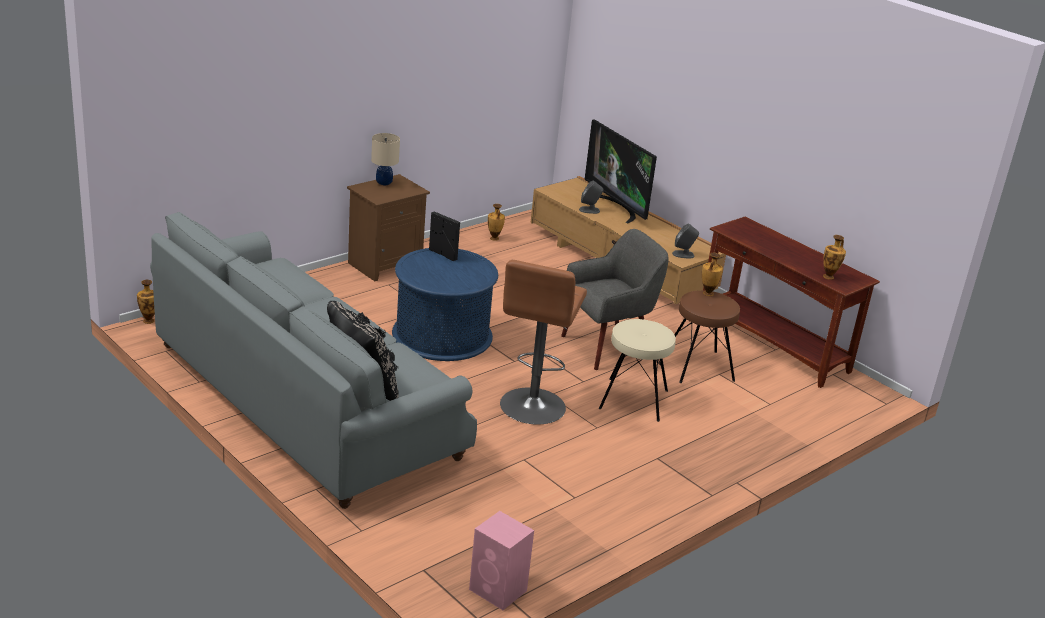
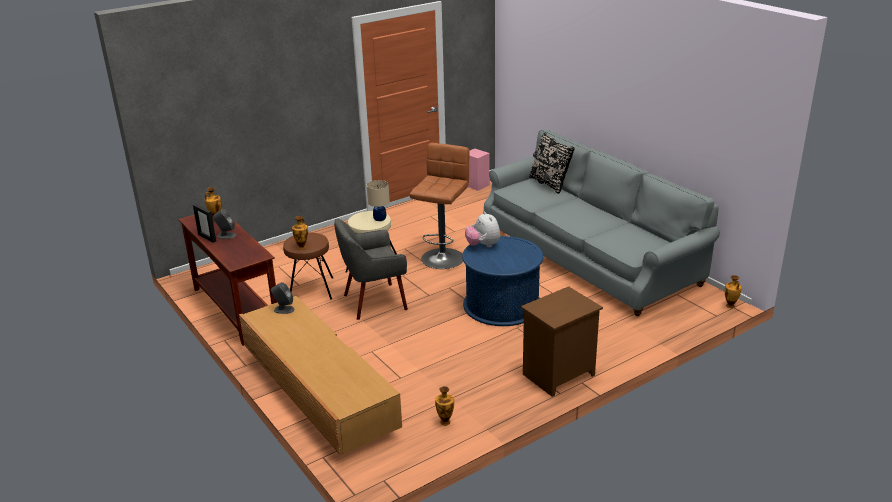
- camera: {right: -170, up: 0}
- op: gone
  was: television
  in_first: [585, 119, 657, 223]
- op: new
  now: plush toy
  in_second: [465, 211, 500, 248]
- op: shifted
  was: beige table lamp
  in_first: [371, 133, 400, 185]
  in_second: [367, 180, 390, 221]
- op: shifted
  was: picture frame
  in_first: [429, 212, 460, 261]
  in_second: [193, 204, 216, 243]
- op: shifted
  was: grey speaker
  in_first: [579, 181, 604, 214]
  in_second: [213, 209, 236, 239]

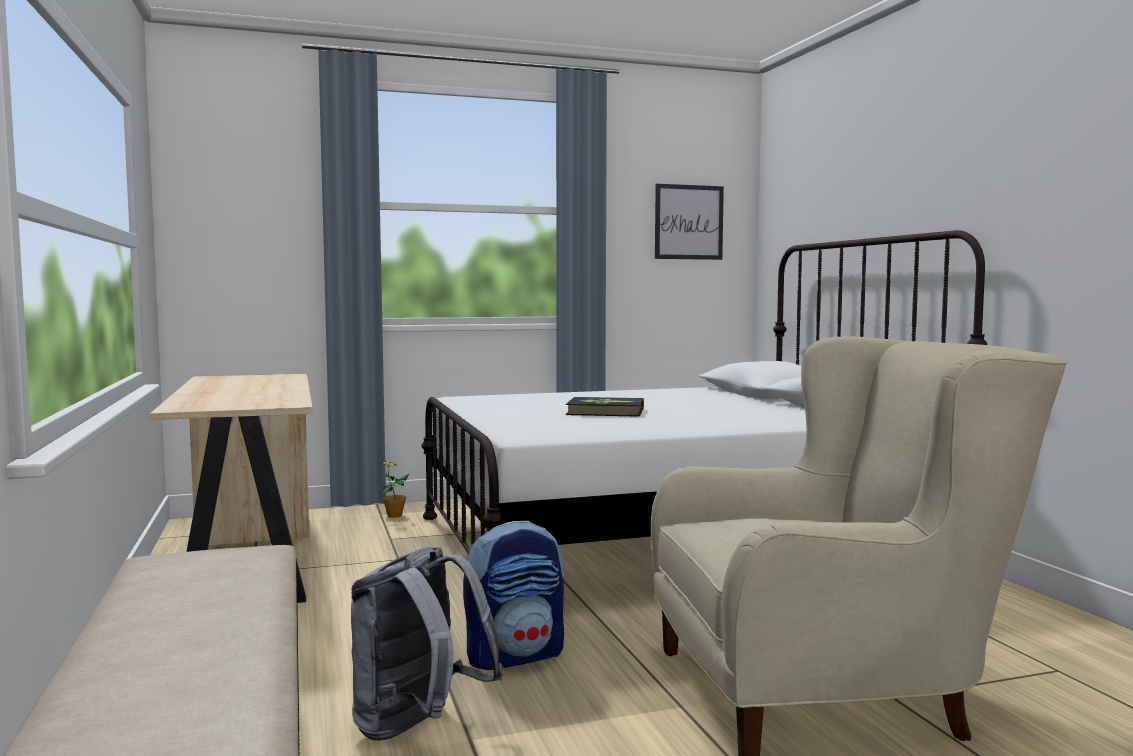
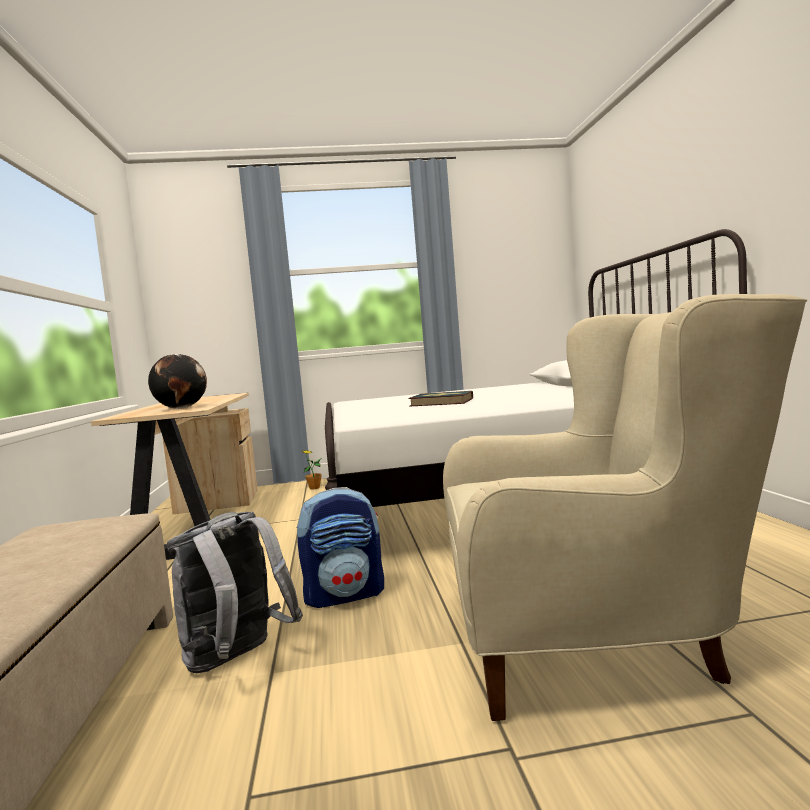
- camera: {right: 10, up: 0}
- op: gone
  was: picture
  in_first: [655, 184, 724, 260]
- op: new
  now: globe
  in_second: [148, 354, 207, 409]

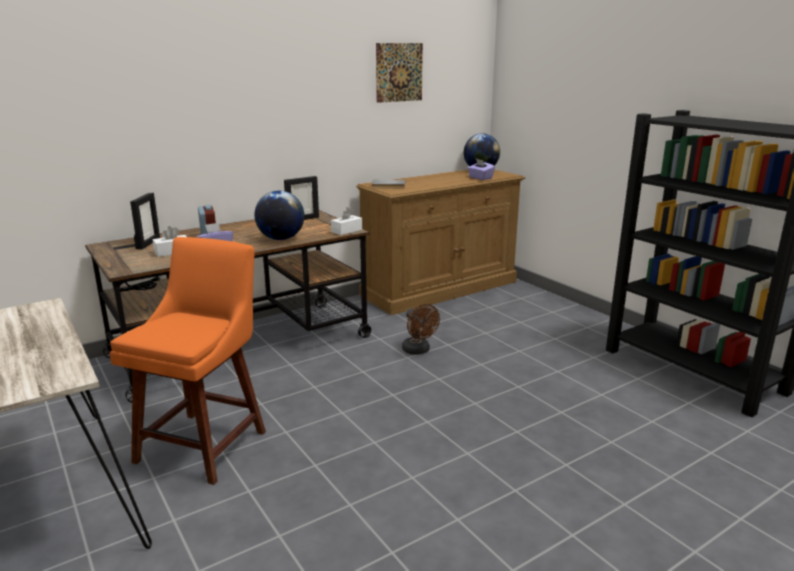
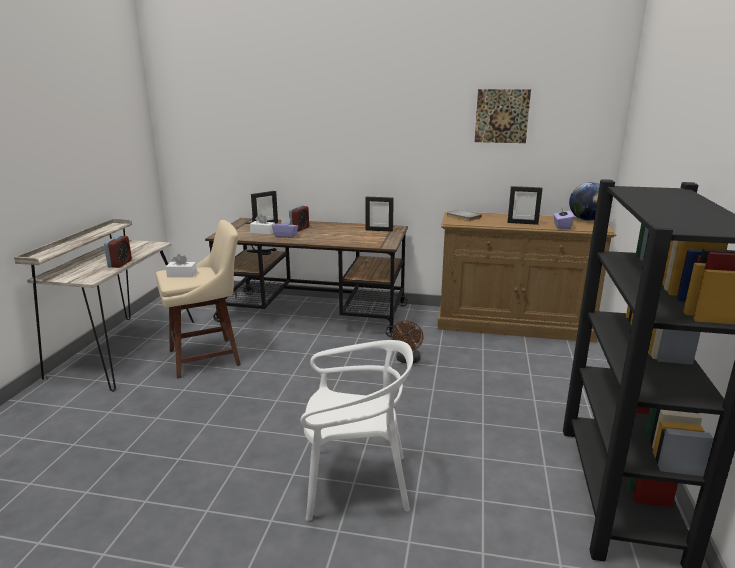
- camera: {right: 45, up: 0}
- op: gone
  was: globe
  in_first: [255, 190, 304, 240]
- op: new
  now: alarm clock
  in_second: [104, 236, 132, 268]
- op: new
  now: white chair
  in_second: [300, 340, 413, 521]
- op: new
  now: picture frame
  in_second: [508, 186, 542, 225]
- op: shifted
  was: white tissue box
  in_first: [331, 207, 362, 235]
  in_second: [166, 254, 197, 277]
- op: repainted
  was: orange stool
  now: beige stool
  in_first: [110, 237, 266, 485]
  in_second: [156, 220, 241, 379]

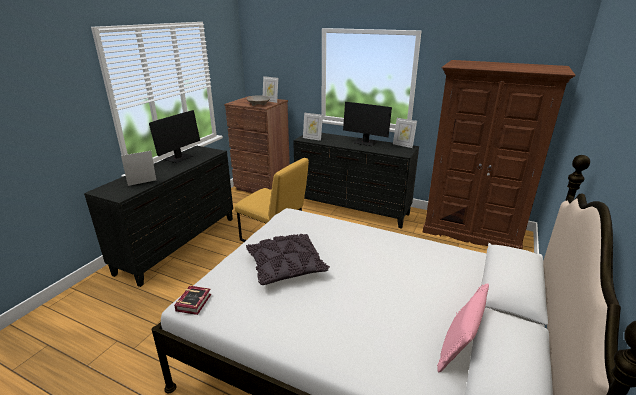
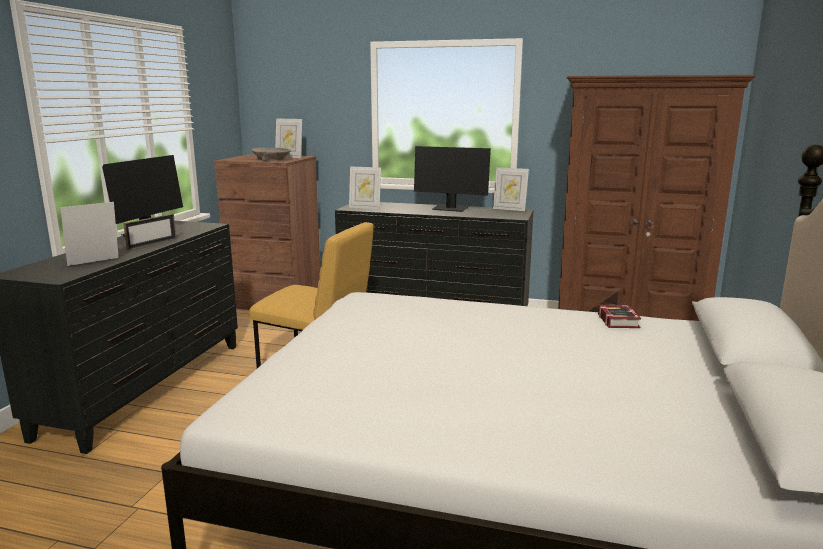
- camera: {right: -10, up: -10}
- op: gone
  was: black pillow
  in_first: [246, 234, 330, 285]
- op: gone
  was: pink pillow
  in_first: [437, 283, 489, 372]
- op: new
  now: picture frame
  in_second: [123, 214, 176, 250]
- op: shifted
  was: book
  in_first: [174, 286, 211, 315]
  in_second: [598, 305, 641, 328]

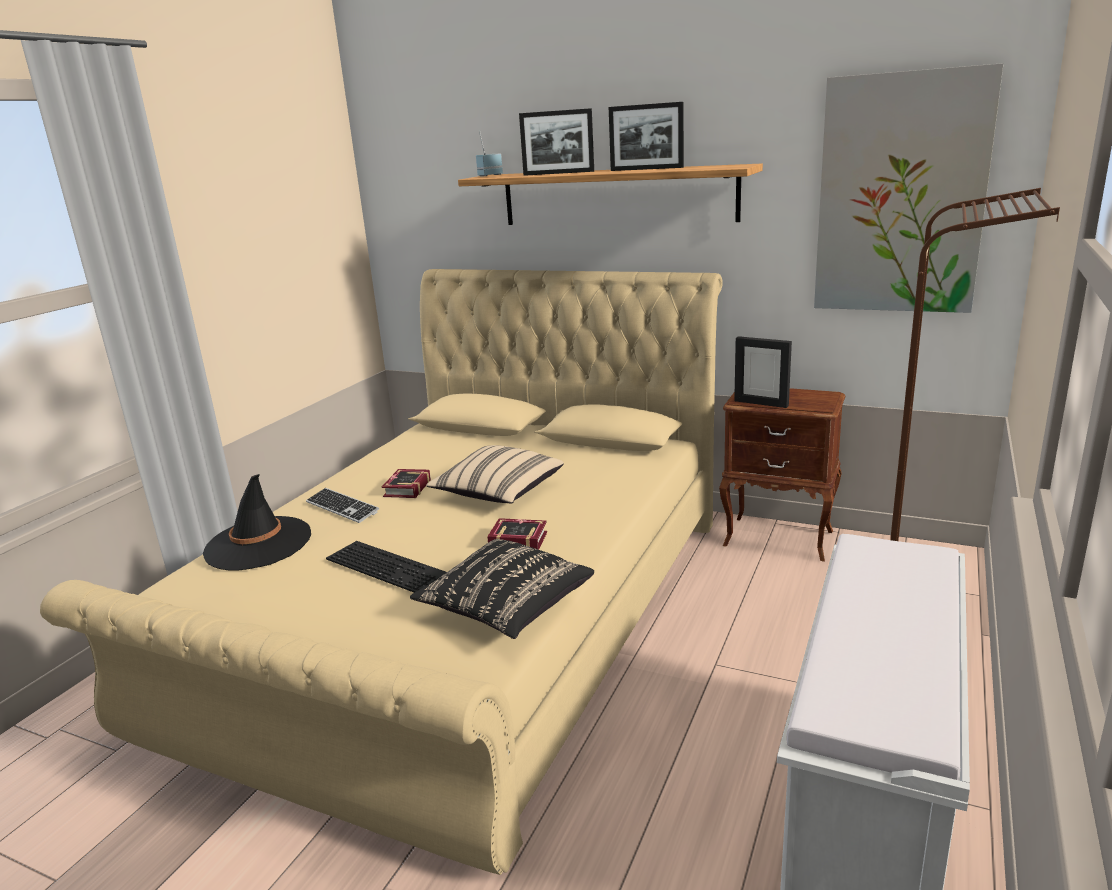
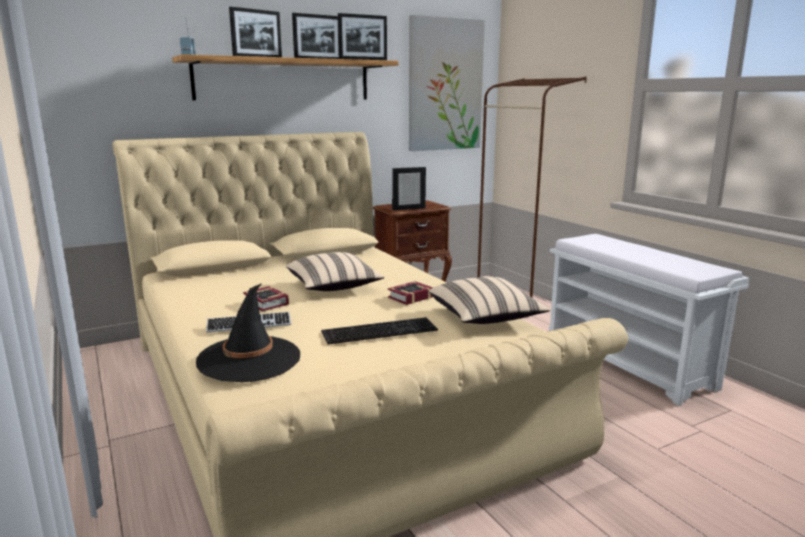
- camera: {right: -55, up: -5}
- op: new
  now: picture frame
  in_second: [338, 13, 387, 60]
- op: repainted
  was: black pillow
  now: beige pillow
  in_first: [410, 539, 594, 639]
  in_second: [429, 277, 550, 324]

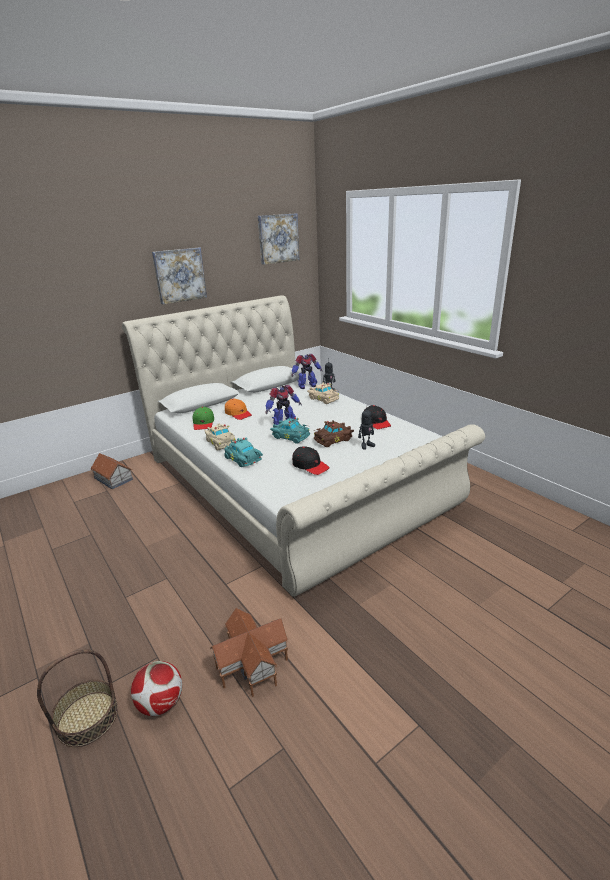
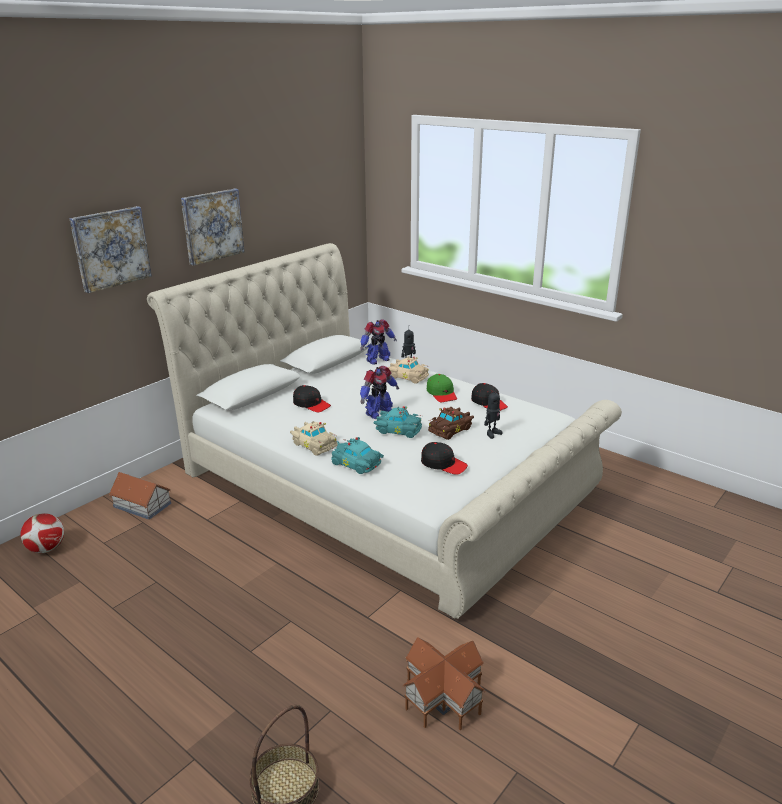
- camera: {right: -15, up: 0}
- op: shifted
  was: football
  in_first: [131, 661, 182, 716]
  in_second: [21, 513, 64, 553]
- op: shifted
  was: green cap
  in_first: [193, 407, 214, 430]
  in_second: [427, 374, 457, 402]
- op: shifted
  was: picture
  in_first: [258, 213, 299, 265]
  in_second: [69, 206, 152, 293]
- op: repainted
  was: orange cap
  now: black cap
  in_first: [225, 399, 252, 420]
  in_second: [293, 385, 331, 412]

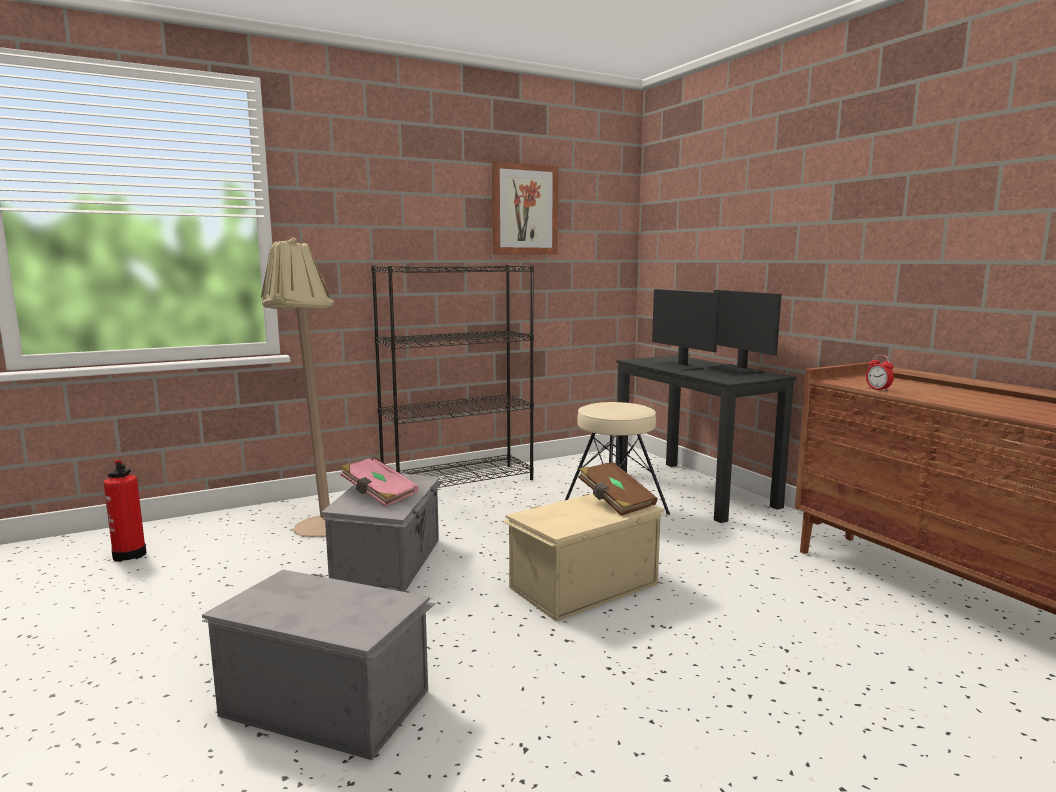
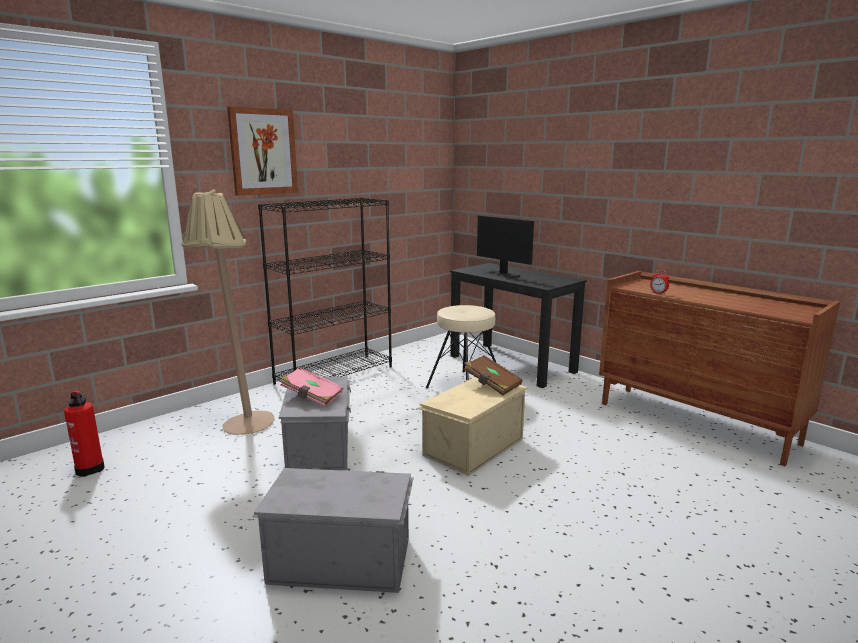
- camera: {right: -15, up: 5}
- op: gone
  was: monitor
  in_first: [707, 290, 781, 375]
- op: shifted
  was: picture
  in_first: [492, 161, 558, 255]
  in_second: [227, 107, 298, 196]

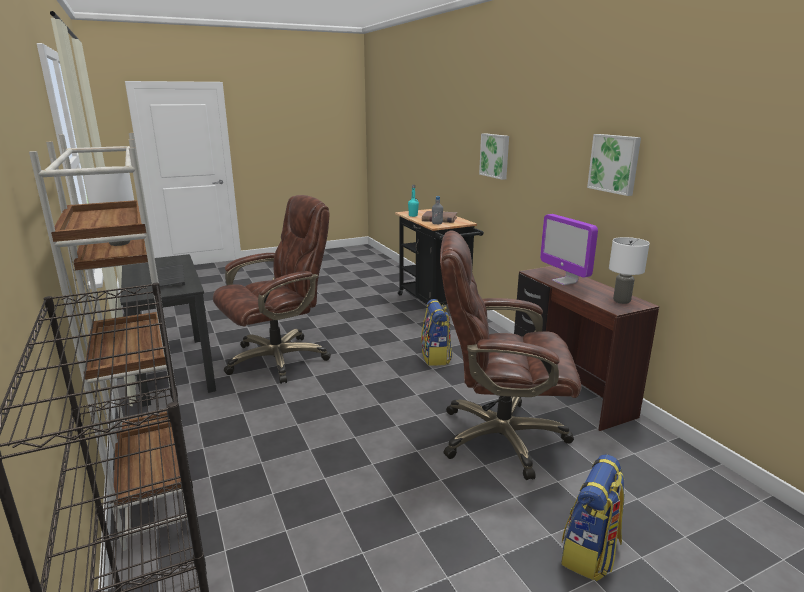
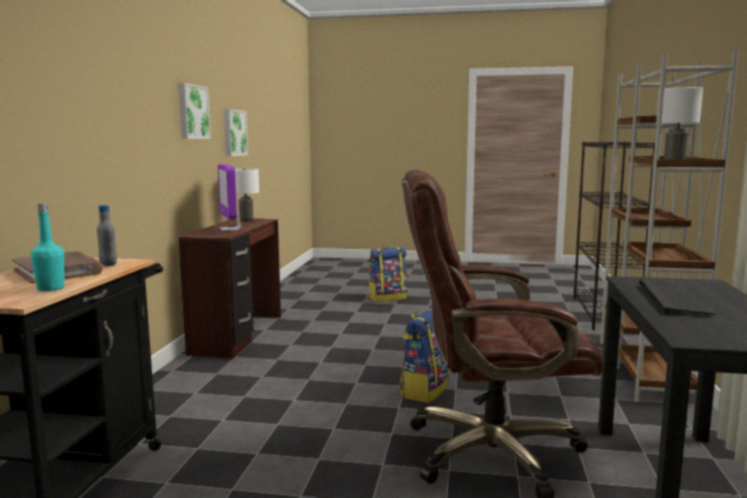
- camera: {right: -145, up: -10}
- op: gone
  was: brown office chair
  in_first: [440, 231, 582, 480]
- op: shifted
  was: backpack
  in_first: [421, 299, 452, 366]
  in_second: [399, 308, 450, 403]
- op: shifted
  was: picture
  in_first: [479, 133, 509, 180]
  in_second: [224, 109, 248, 156]
- op: rotated
  was: monitor
  in_first: [540, 214, 598, 285]
  in_second: [217, 164, 242, 231]
  clockwise: 150

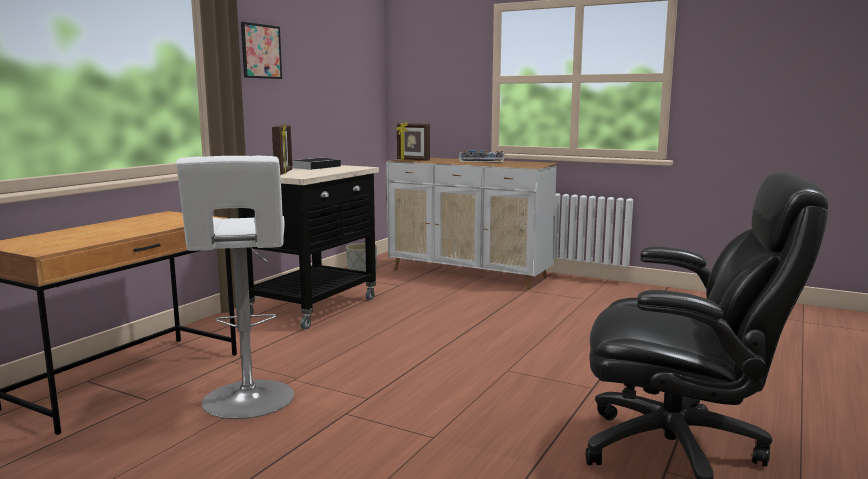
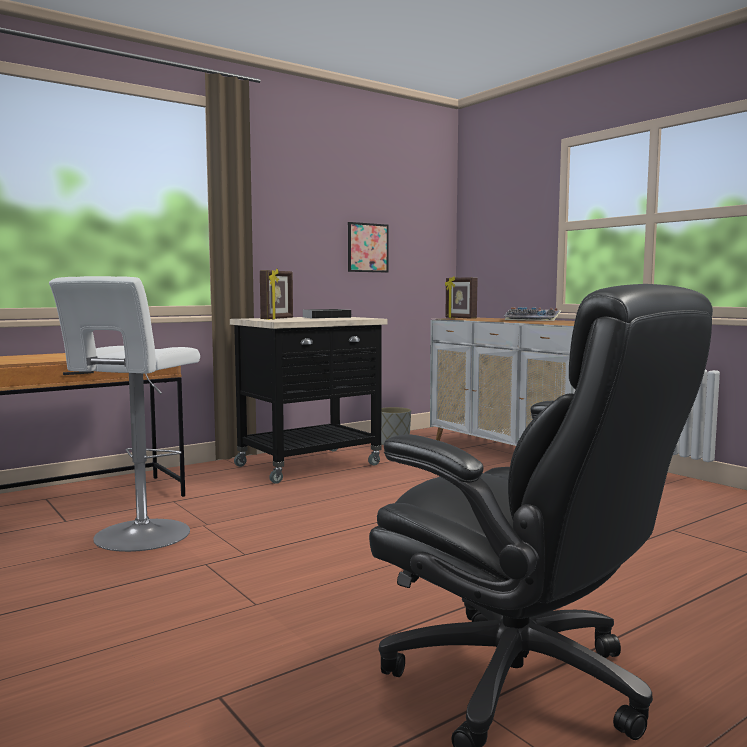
- camera: {right: 25, up: -5}
- op: shifted
  was: picture
  in_first: [241, 22, 282, 79]
  in_second: [348, 222, 389, 272]

